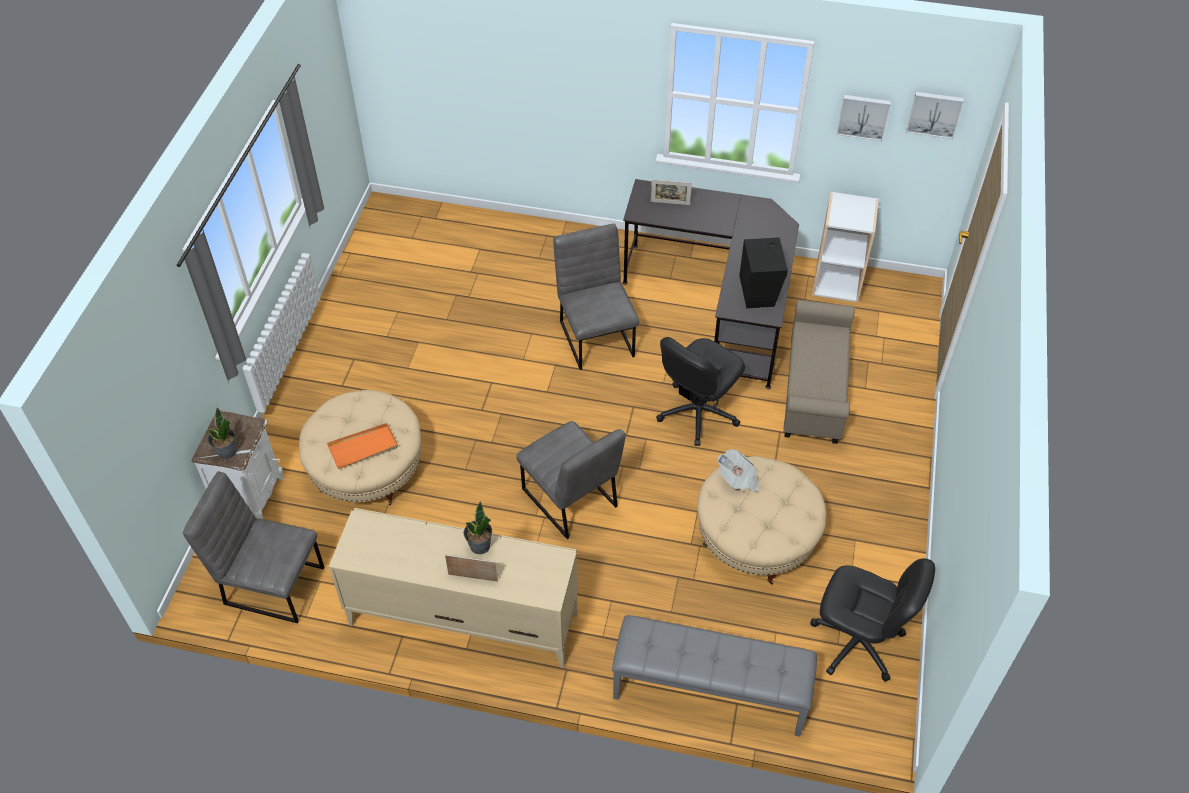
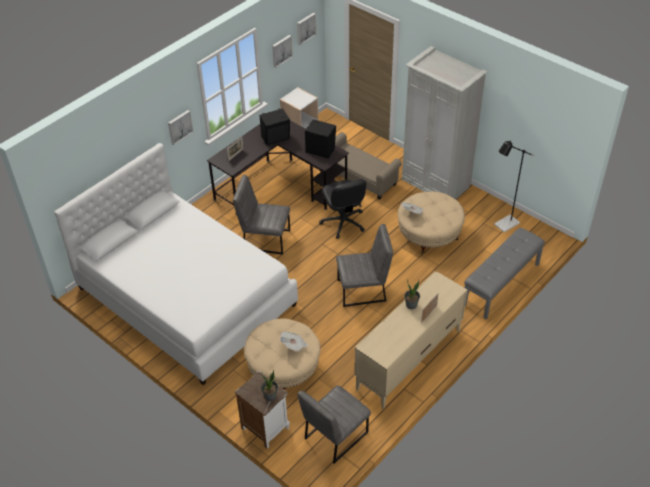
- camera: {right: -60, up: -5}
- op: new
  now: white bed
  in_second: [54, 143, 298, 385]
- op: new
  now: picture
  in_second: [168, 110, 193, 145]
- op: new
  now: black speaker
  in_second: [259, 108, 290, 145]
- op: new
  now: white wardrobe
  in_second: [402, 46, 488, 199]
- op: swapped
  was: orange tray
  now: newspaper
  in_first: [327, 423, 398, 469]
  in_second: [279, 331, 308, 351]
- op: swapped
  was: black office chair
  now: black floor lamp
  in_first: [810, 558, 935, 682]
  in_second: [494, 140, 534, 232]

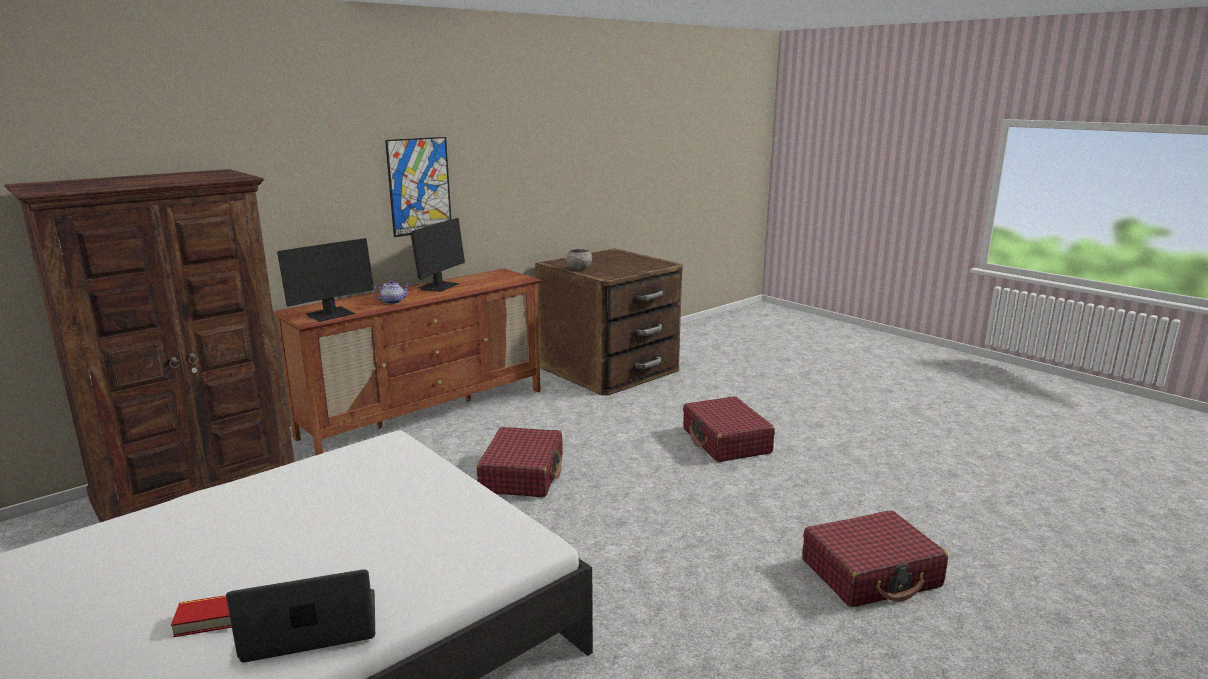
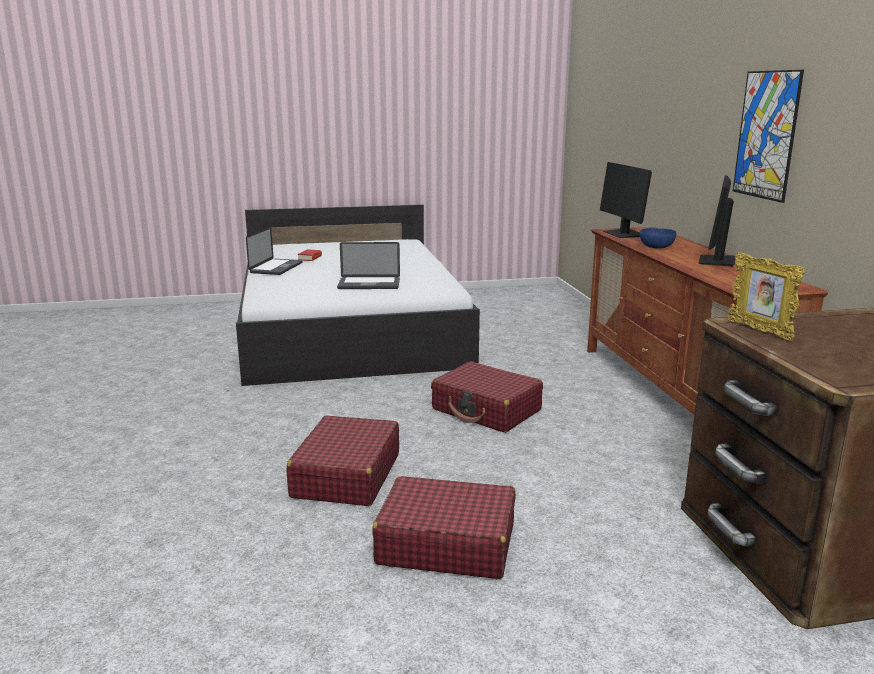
- camera: {right: 120, up: 0}
- op: gone
  was: brown wardrobe
  in_first: [4, 169, 294, 522]
- op: gone
  was: grey bowl
  in_first: [565, 249, 592, 270]
- op: new
  now: laptop
  in_second: [337, 242, 400, 289]
- op: new
  now: picture frame
  in_second: [728, 252, 805, 341]
- op: shifted
  was: red suitcase
  in_first: [802, 510, 948, 607]
  in_second: [287, 415, 399, 506]
- op: swapped
  was: teapot
  now: blue bowl
  in_first: [373, 280, 410, 304]
  in_second: [640, 228, 676, 248]
- op: rotated
  was: monitor
  in_first: [411, 218, 465, 292]
  in_second: [699, 175, 735, 267]
  clockwise: 60

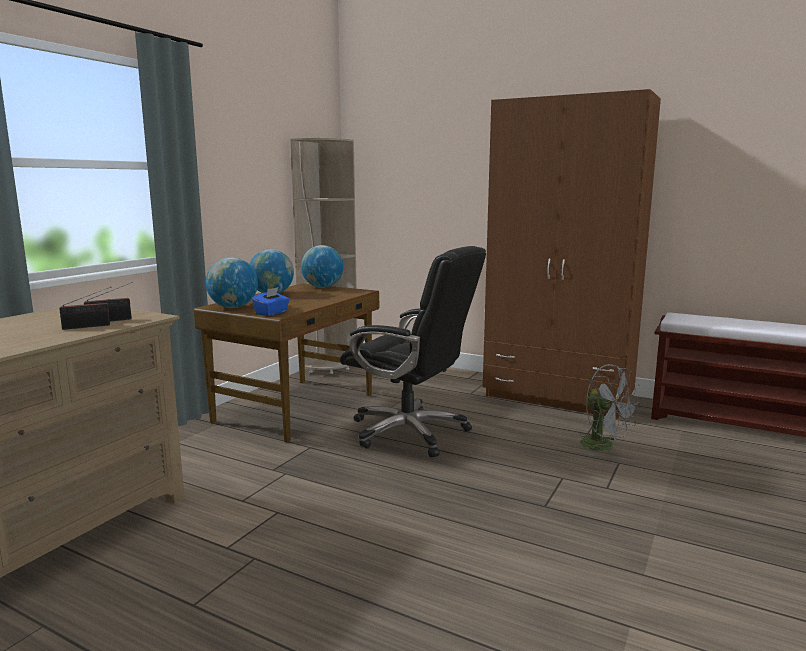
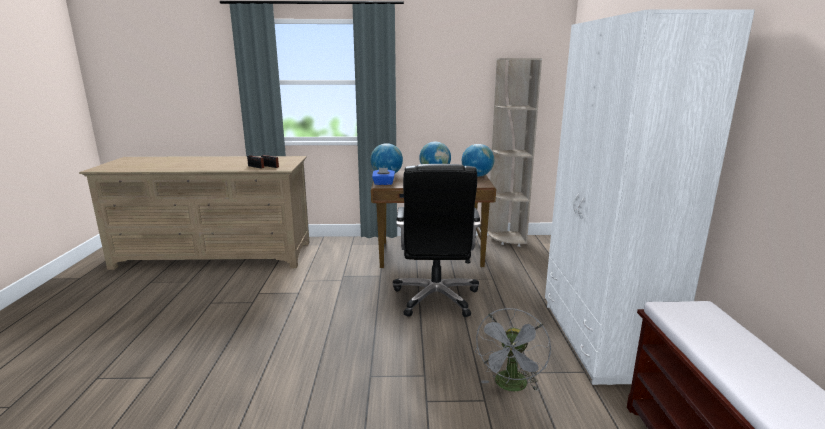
- camera: {right: 60, up: 5}
- op: repainted
  was: brown wardrobe
  now: white wardrobe
  in_first: [483, 89, 661, 419]
  in_second: [545, 9, 755, 385]

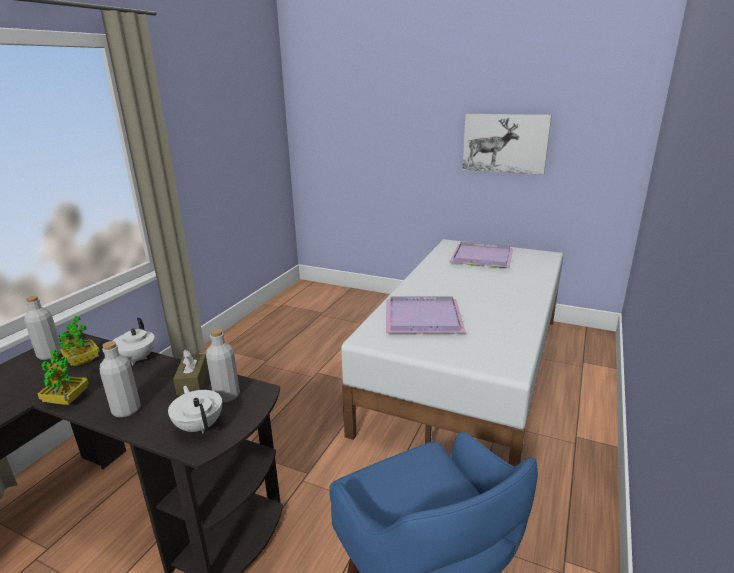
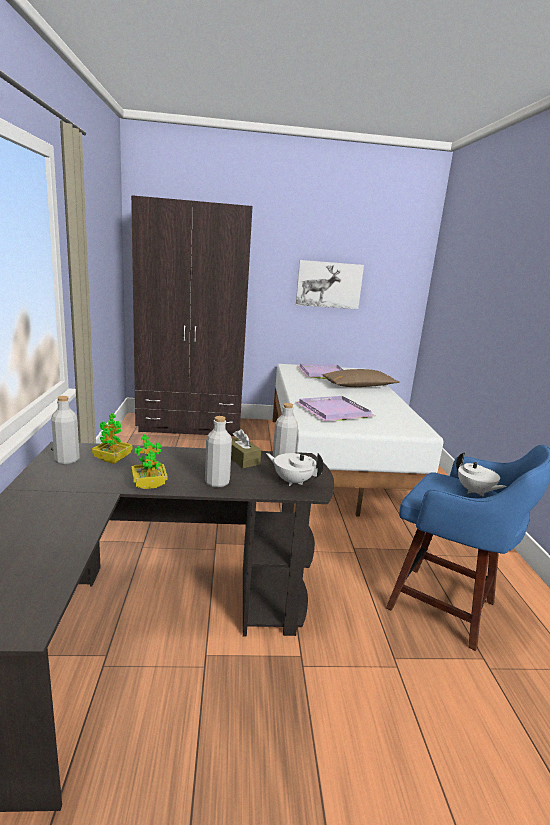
- camera: {right: -30, up: -5}
- op: new
  now: brown wardrobe
  in_second: [131, 195, 252, 436]
- op: new
  now: brown pillow
  in_second: [322, 369, 400, 387]
- op: shifted
  was: white teapot
  in_first: [113, 318, 155, 365]
  in_second: [456, 452, 507, 496]

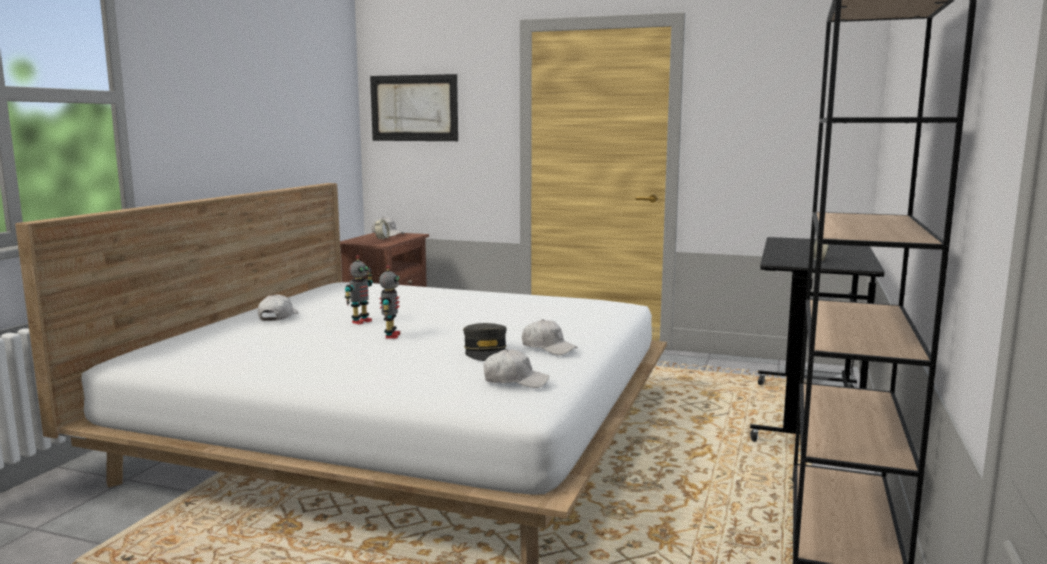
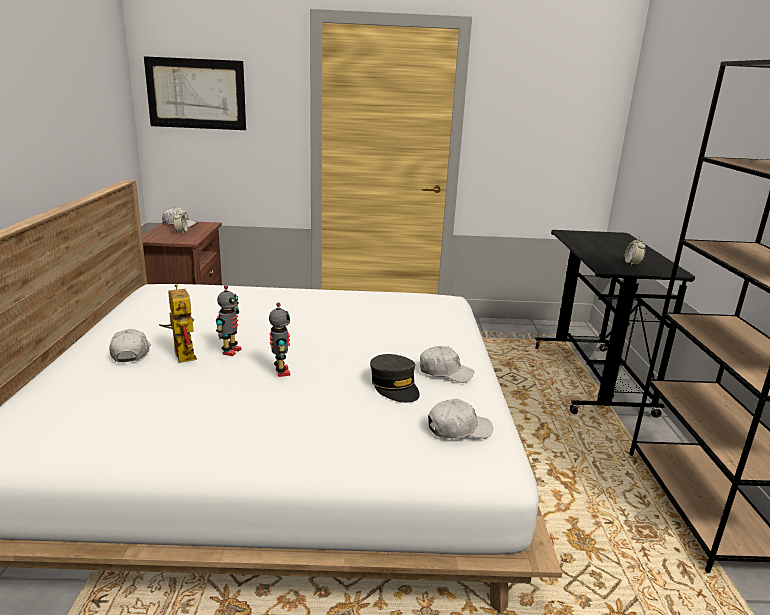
- camera: {right: -20, up: 10}
- op: new
  now: toy robot
  in_second: [159, 284, 197, 363]

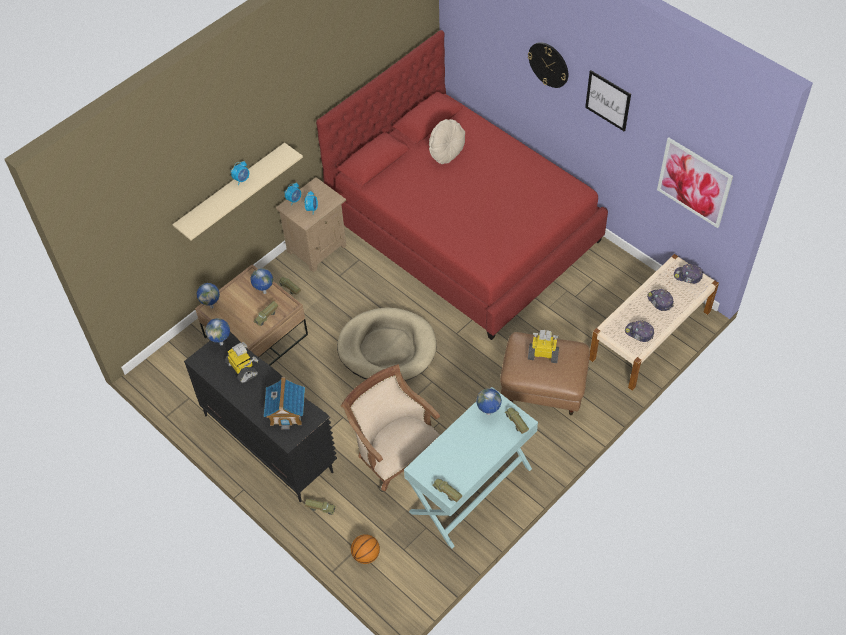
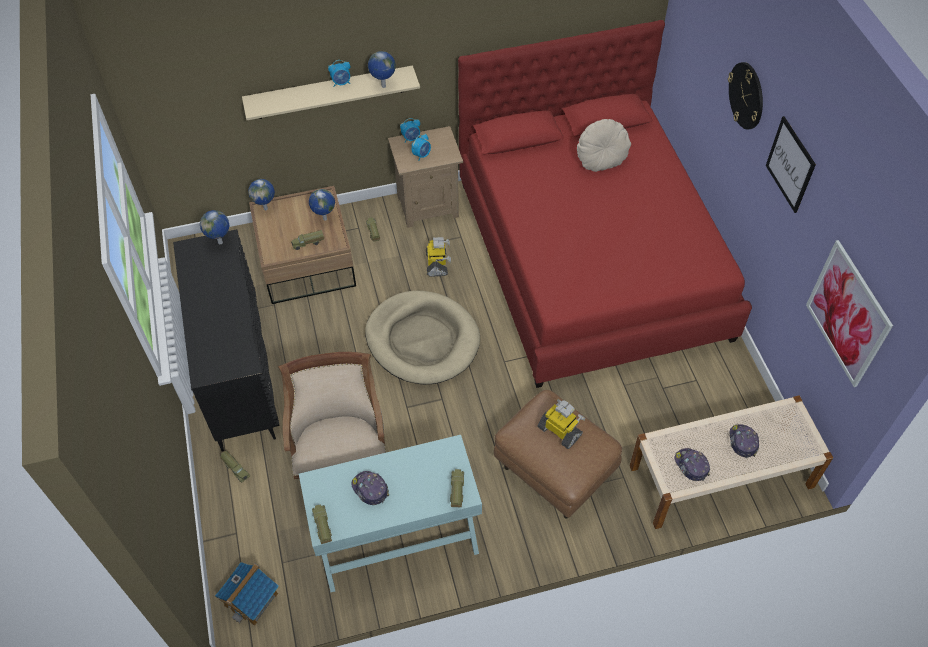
- camera: {right: 30, up: 0}
- op: gone
  was: basketball
  in_first: [351, 534, 380, 564]
- op: shifted
  was: toy robot
  in_first: [225, 342, 258, 383]
  in_second: [426, 237, 451, 277]
- op: shifted
  was: toy house
  in_first: [263, 377, 305, 430]
  in_second: [215, 562, 279, 626]
- op: shifted
  was: globe
  in_first: [476, 388, 502, 415]
  in_second: [368, 51, 396, 88]
- op: shifted
  was: cap
  in_first: [674, 264, 703, 284]
  in_second: [351, 471, 389, 505]

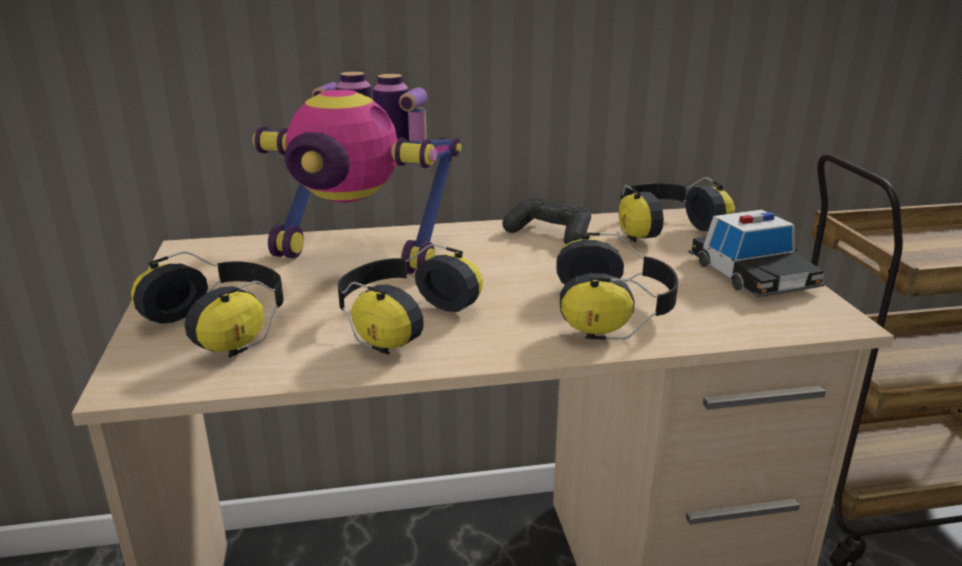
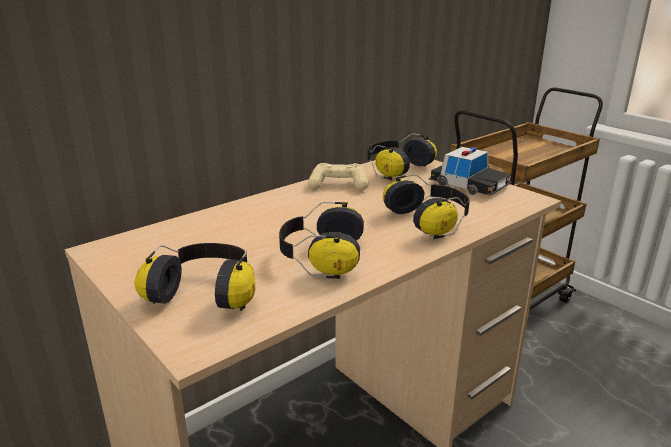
- camera: {right: -30, up: 0}
- op: gone
  was: toy robot
  in_first: [252, 71, 462, 274]
- op: repainted
  was: black game controller
  now: beige game controller
  in_first: [502, 198, 591, 245]
  in_second: [308, 163, 368, 191]

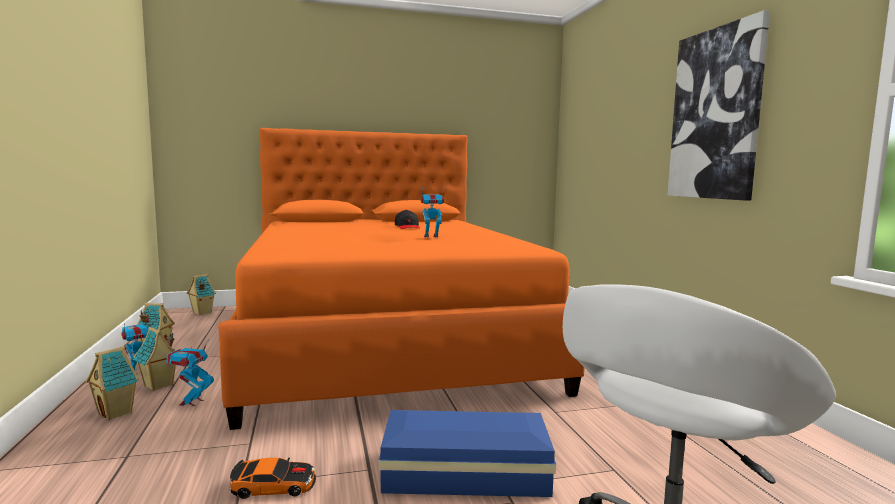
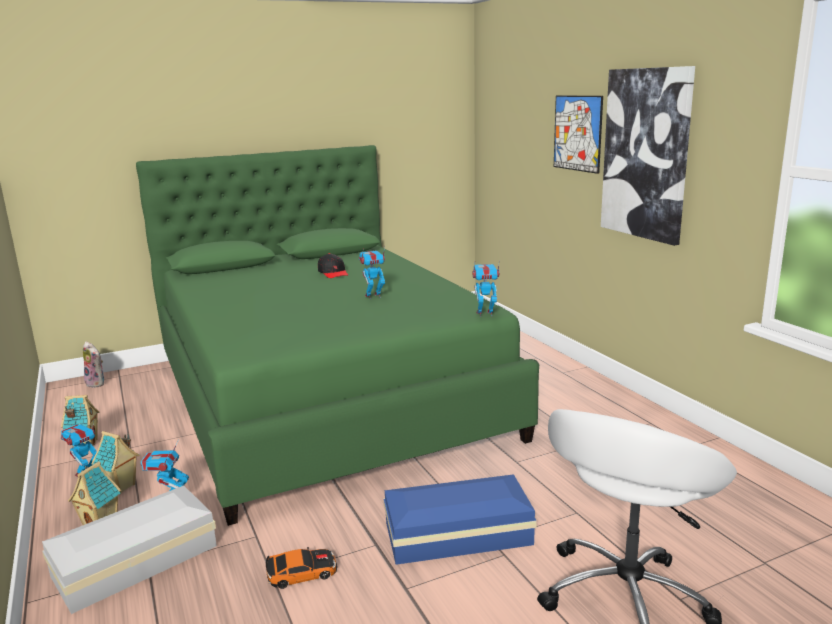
- camera: {right: -10, up: 10}
- op: new
  now: white storage box
  in_second: [42, 485, 217, 614]
- op: new
  now: toy robot
  in_second: [472, 260, 500, 317]
- op: new
  now: picture
  in_second: [554, 96, 603, 174]
- op: swapped
  was: toy house
  now: plush toy
  in_first: [187, 274, 216, 315]
  in_second: [83, 341, 104, 388]
- op: repainted
  was: orange bed
  now: green bed
  in_first: [218, 128, 585, 430]
  in_second: [136, 145, 539, 526]

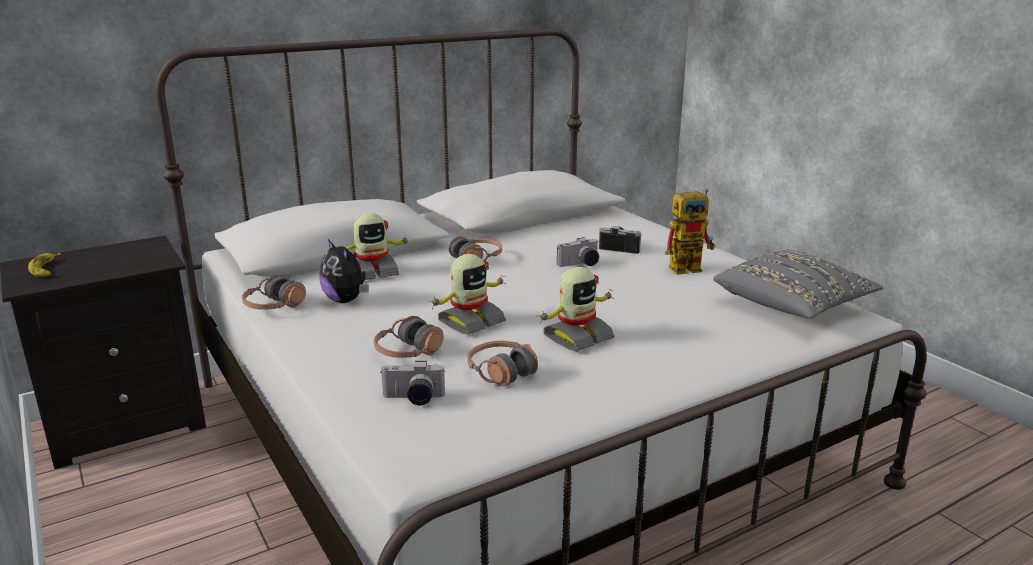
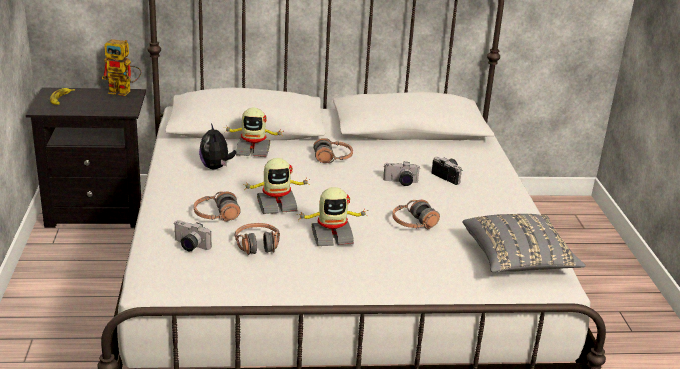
- camera: {right: 25, up: 5}
- op: shifted
  was: headphones
  in_first: [242, 275, 306, 310]
  in_second: [392, 200, 440, 229]
- op: shifted
  was: toy robot
  in_first: [665, 189, 715, 275]
  in_second: [102, 39, 142, 96]

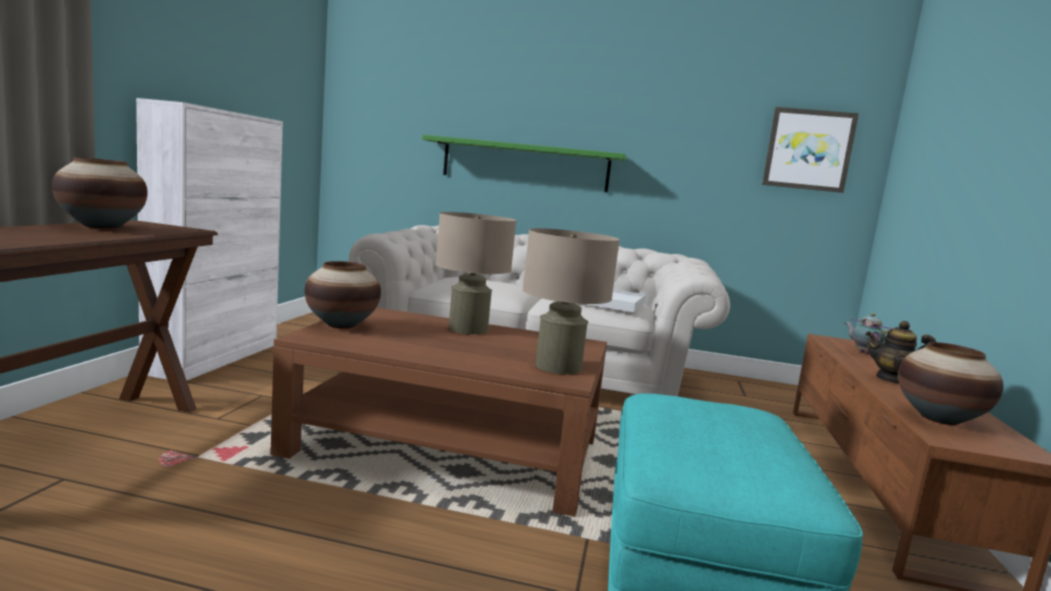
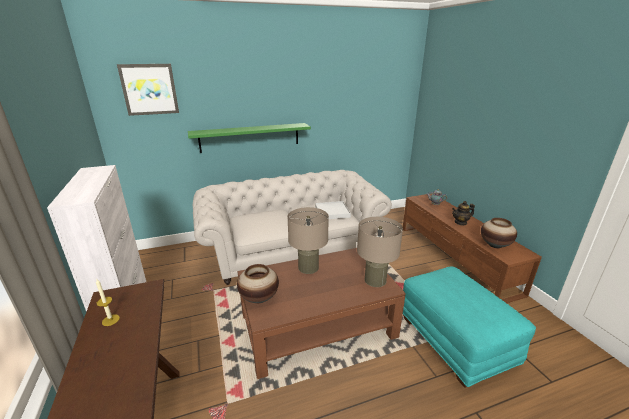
- camera: {right: -30, up: 15}
- op: shifted
  was: picture
  in_first: [762, 107, 859, 193]
  in_second: [117, 64, 179, 116]
- op: swapped
  was: vase
  now: candle
  in_first: [52, 157, 148, 229]
  in_second: [96, 279, 120, 326]

